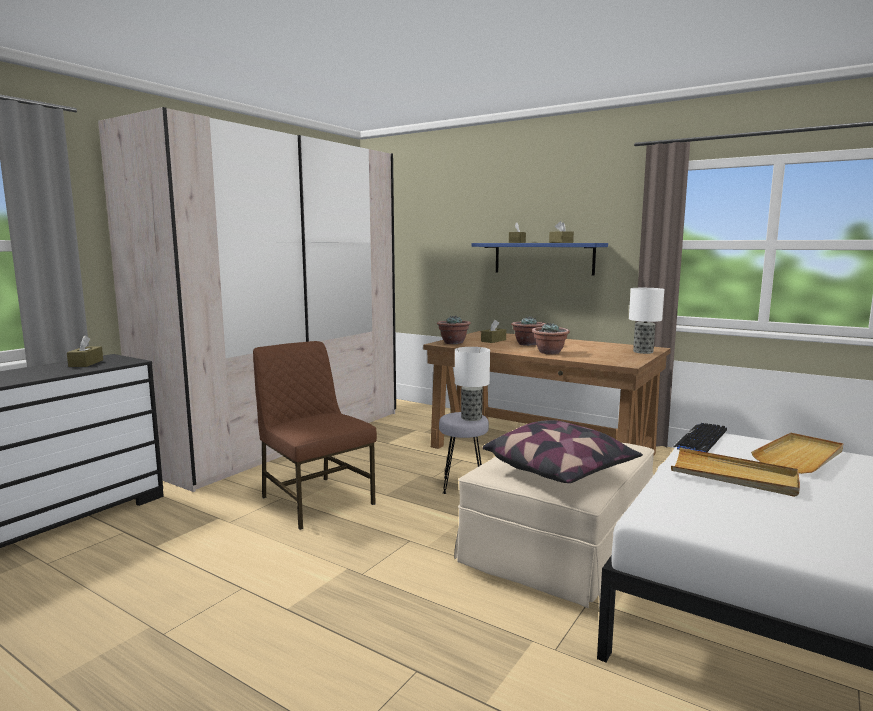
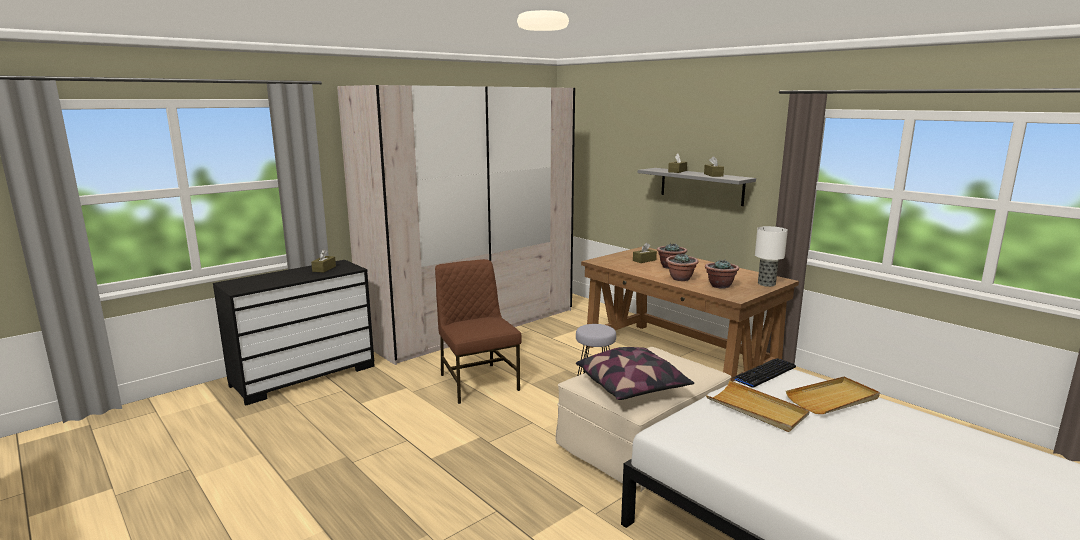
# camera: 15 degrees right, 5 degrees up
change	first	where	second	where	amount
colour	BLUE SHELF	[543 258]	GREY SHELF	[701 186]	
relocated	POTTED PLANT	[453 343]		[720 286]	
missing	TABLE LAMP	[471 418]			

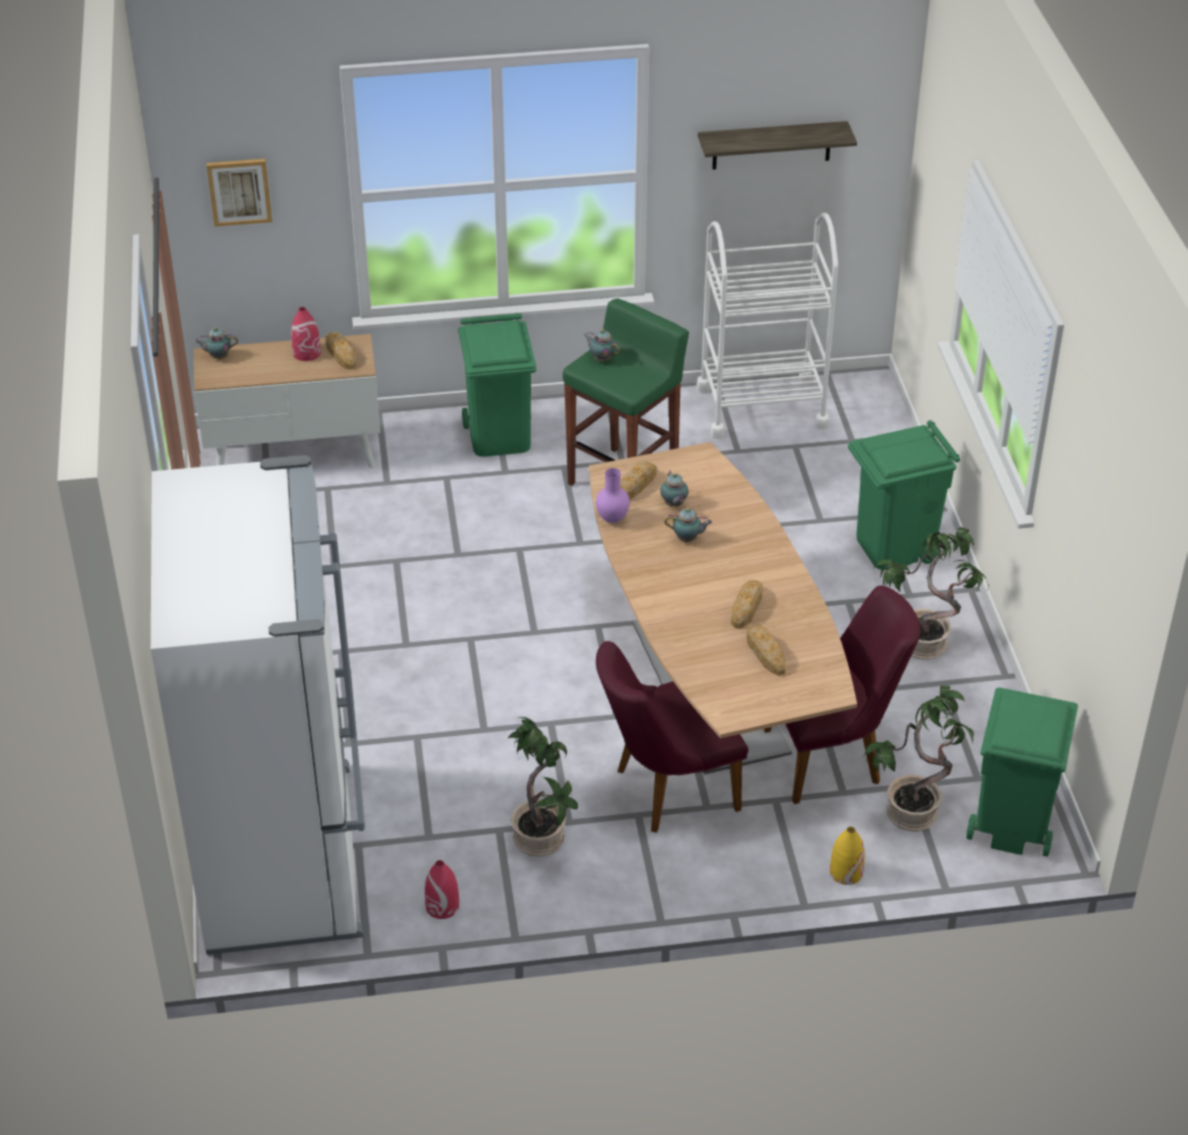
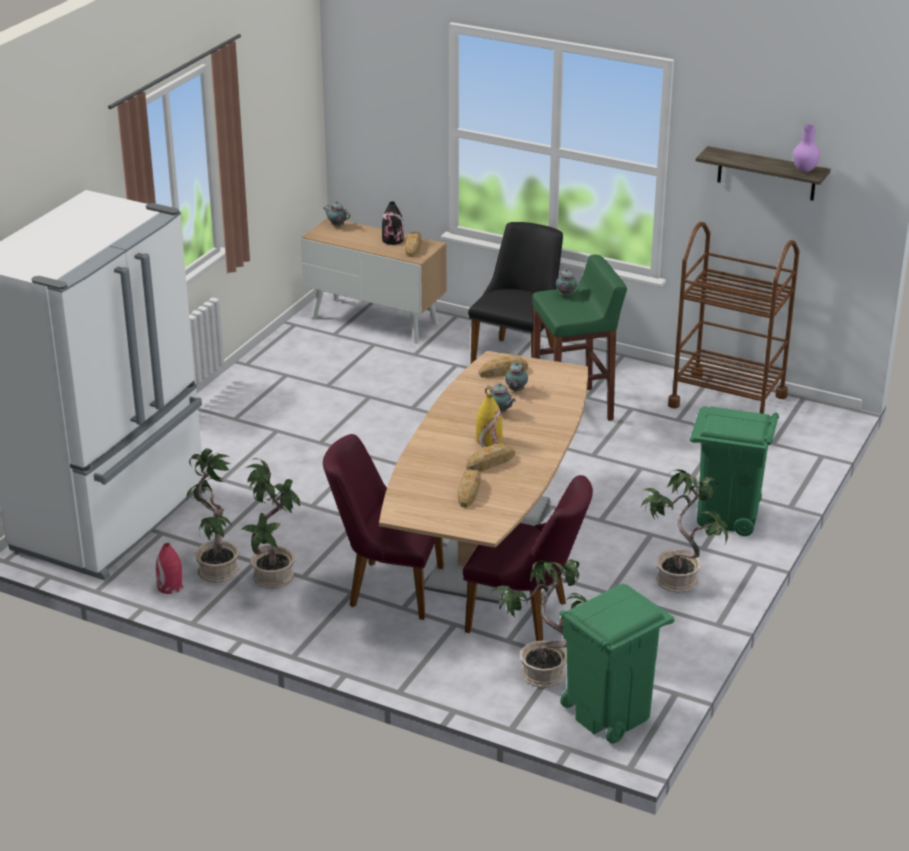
# camera: 35 degrees right, 10 degrees down
change	first	where	second	where	amount
missing	PICTURE	[239 191]			
colour	WHITE CART	[761 406]	BROWN CART	[727 401]	
colour	RED VASE	[307 353]	BLACK VASE	[393 240]	
exchanged	GREEN TRASH CAN	[500 436]	BLACK CHAIR	[519 355]	
relocated	PURPLE VASE	[613 519]		[805 171]	
relocated	YELLOW VASE	[845 872]		[488 440]	
appeared			POTTED PLANT	[216 570]	

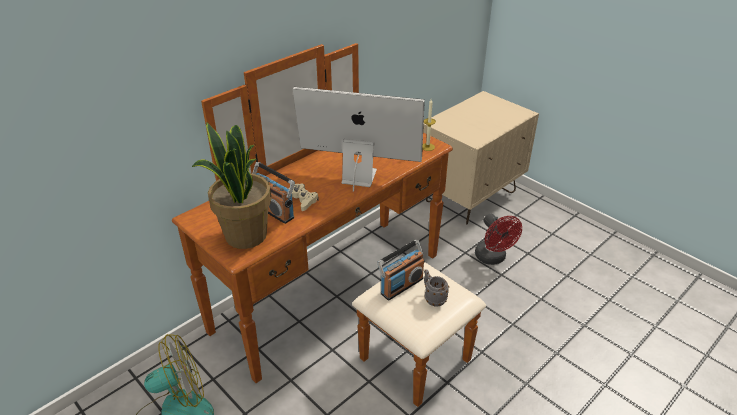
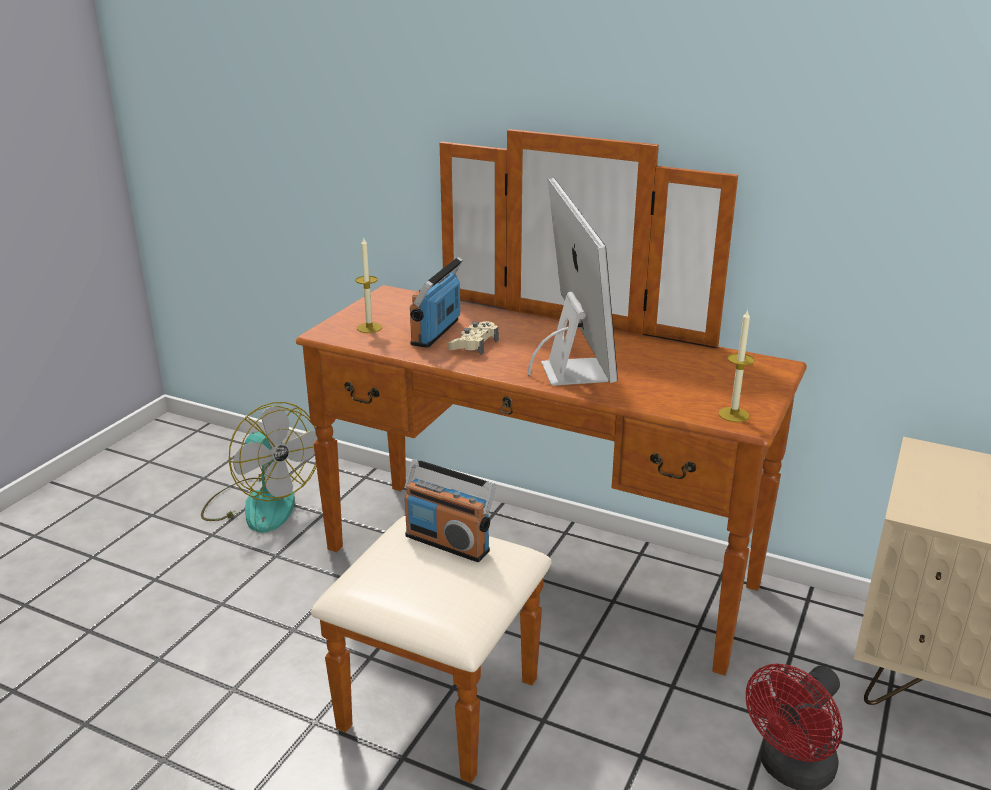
# camera: 70 degrees right, 10 degrees down
change	first	where	second	where	amount
exchanged	POTTED PLANT	[245 235]	CANDLE	[369 328]	
missing	GREY MUG	[433 298]			

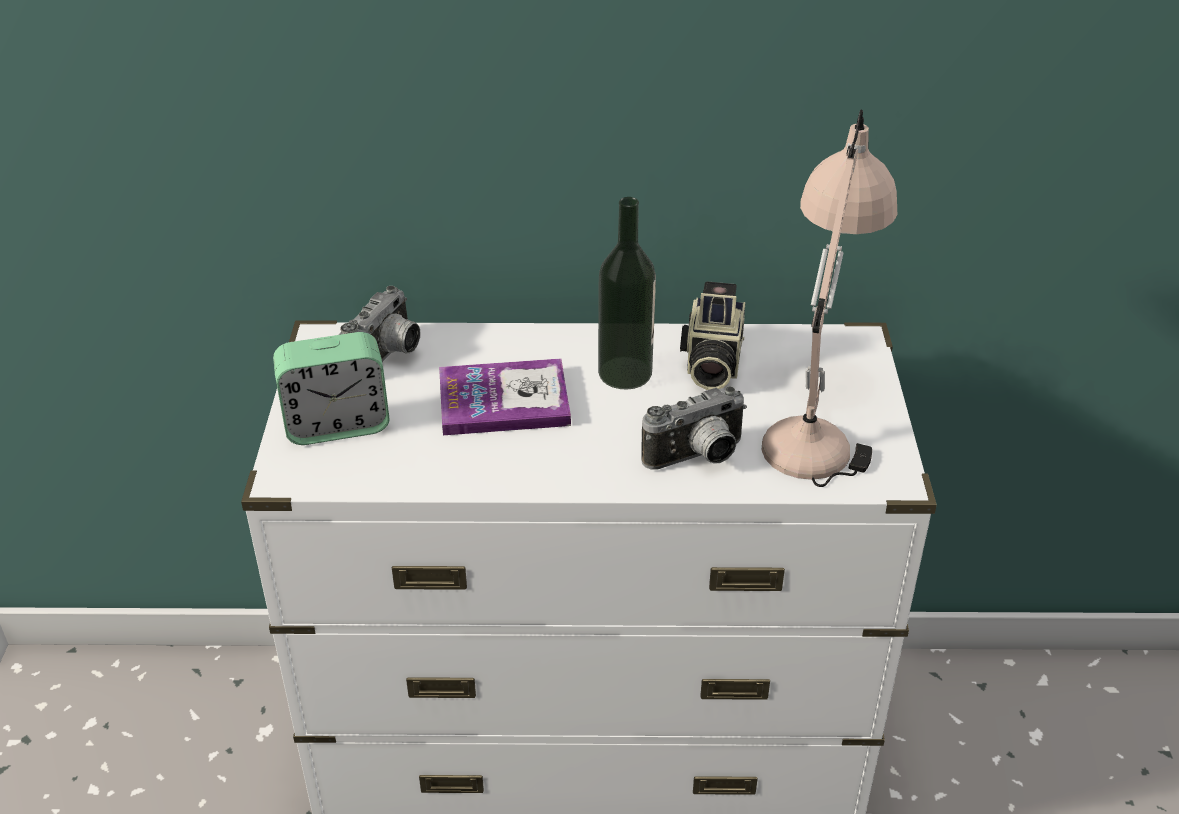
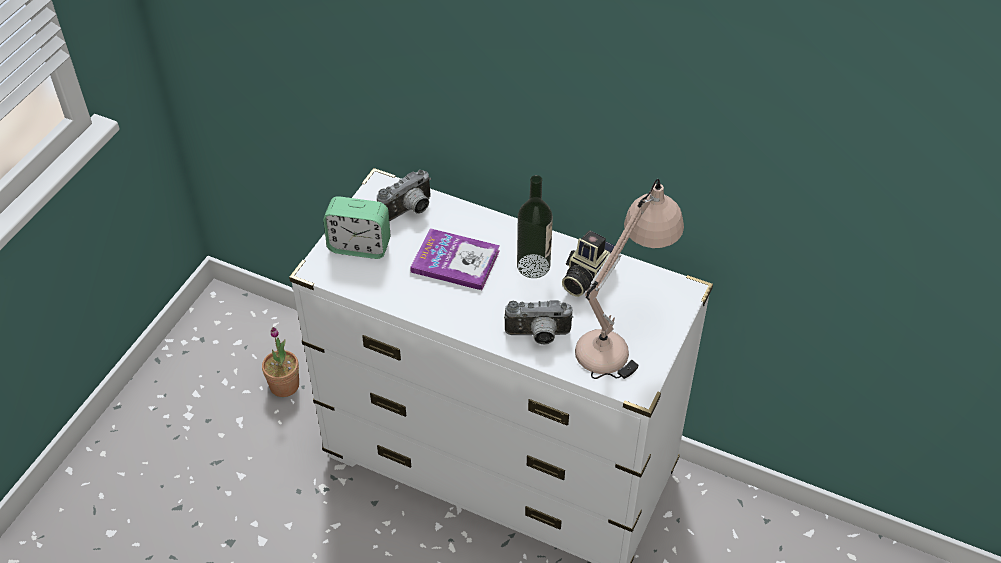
# camera: 25 degrees right, 10 degrees up
change	first	where	second	where	amount
appeared			POTTED PLANT	[284 385]	

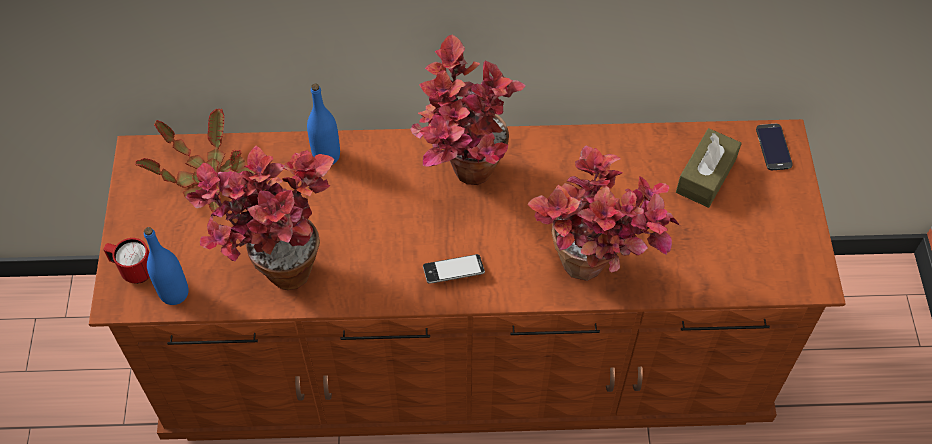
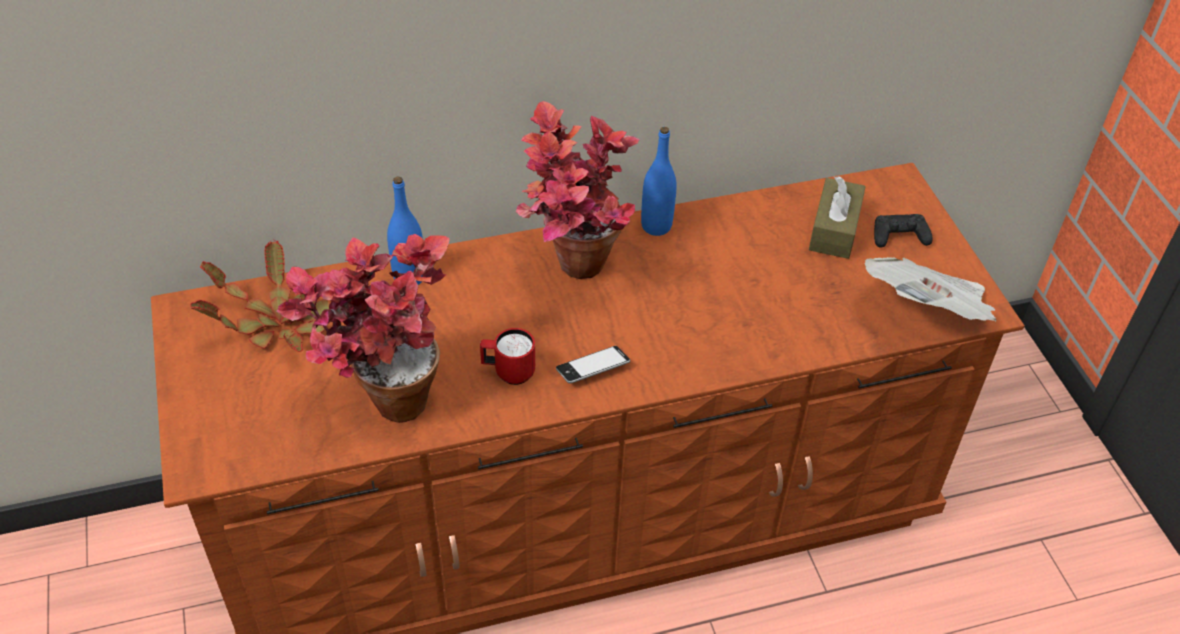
# camera: 15 degrees left, 10 degrees down
change	first	where	second	where	amount
missing	PHONE	[773 147]			
missing	POTTED PLANT	[595 274]			
relocated	BLUE BOTTLE	[174 293]		[656 226]	
relocated	RED MUG	[133 270]		[508 372]	
appeared			BLACK GAME CONTROLLER	[899 236]	
appeared			NEWSPAPER	[927 312]	

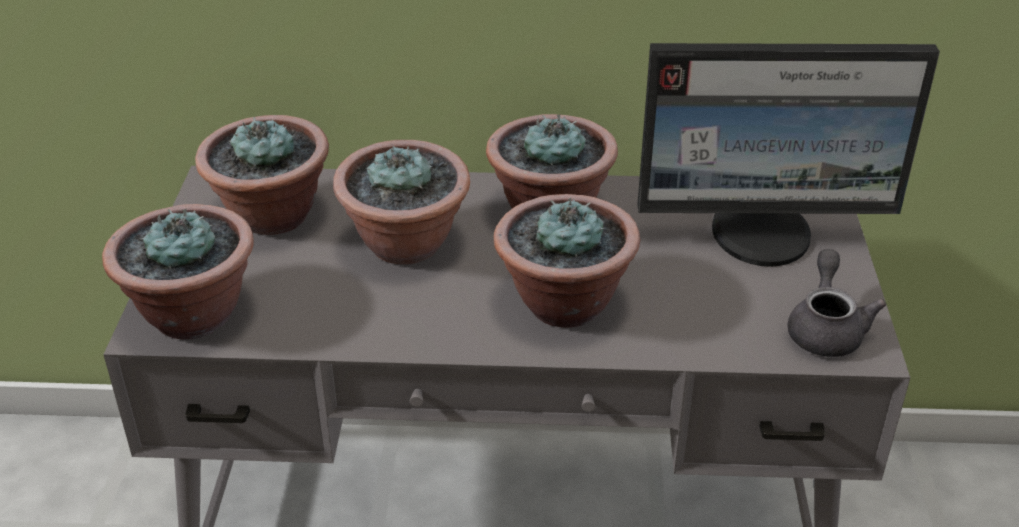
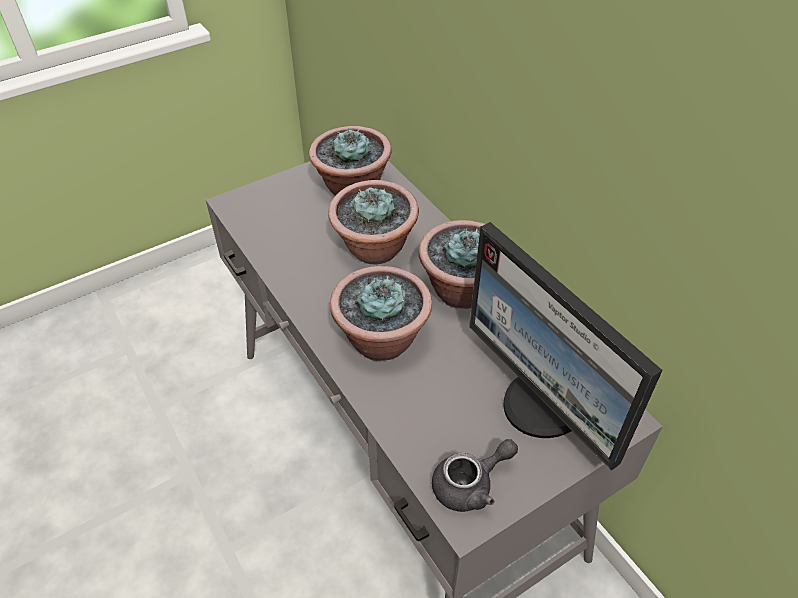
# camera: 55 degrees right, 10 degrees up
change	first	where	second	where	amount
missing	POTTED PLANT	[192 314]			

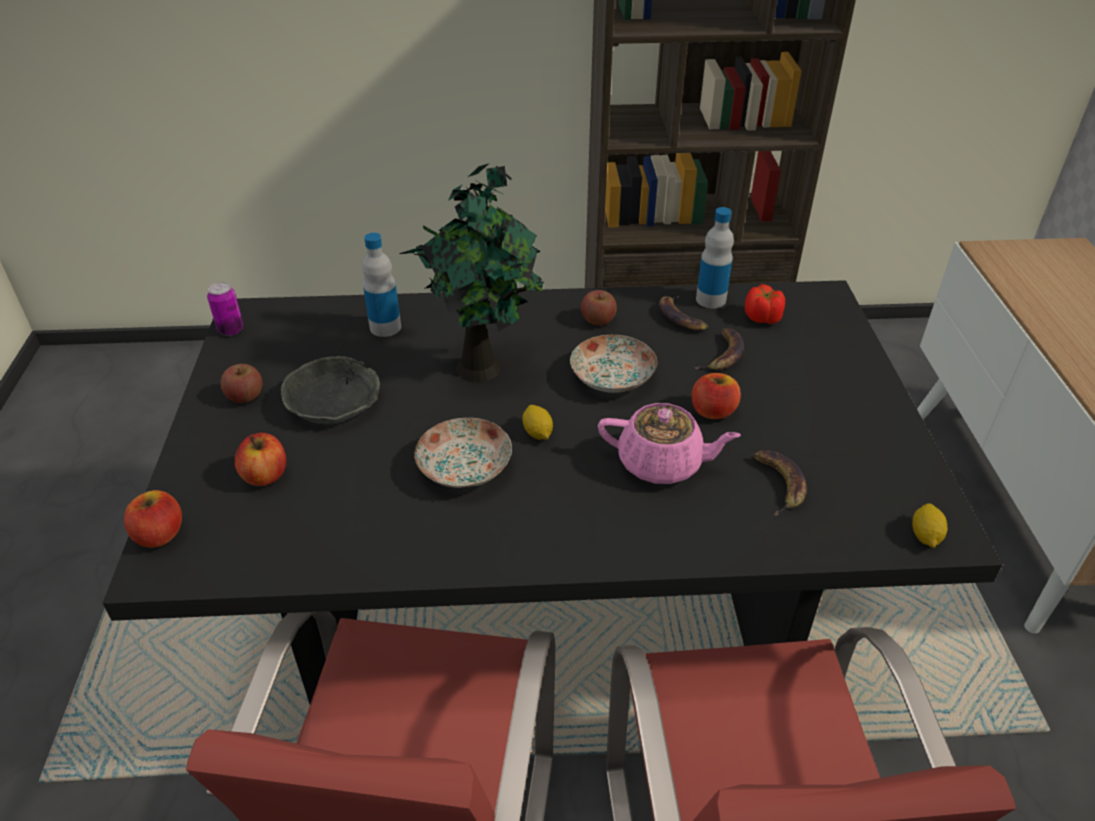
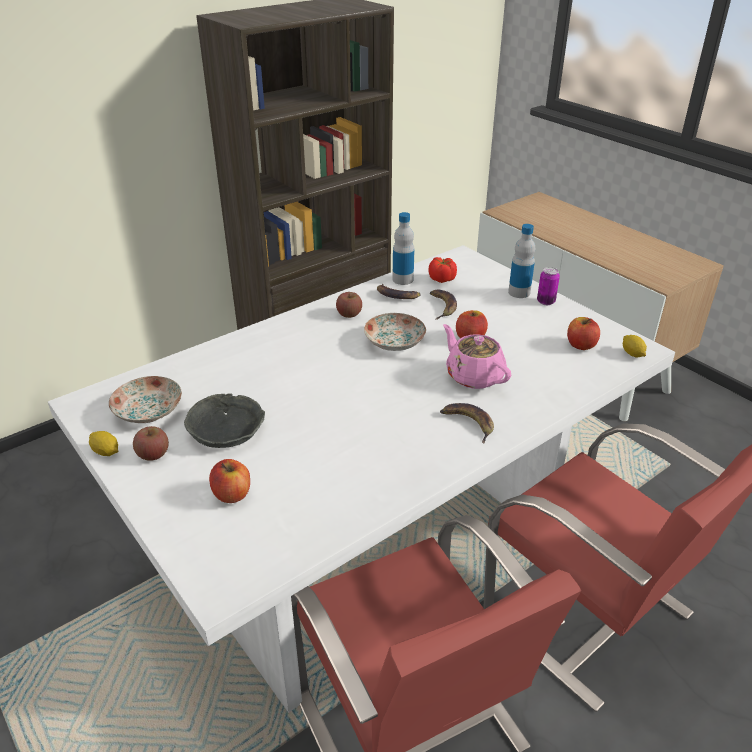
# camera: 35 degrees left, 5 degrees down
change	first	where	second	where	amount
missing	POTTED PLANT	[482 367]			
relocated	BOTTLE	[385 327]		[519 292]	
colour	BLACK DINING TABLE	[545 626]	WHITE DINING TABLE	[375 553]	
relocated	CAN	[231 330]		[545 302]	
spun	PINK TEAPOT	[662 463]		[474 375]	105 degrees counterclockwise
relocated	LEMON	[537 432]		[106 451]	
relocated	PLATE	[464 467]		[148 411]	
relocated	BANANA	[777 483]		[468 423]	
relocated	APPLE	[159 535]		[580 345]	

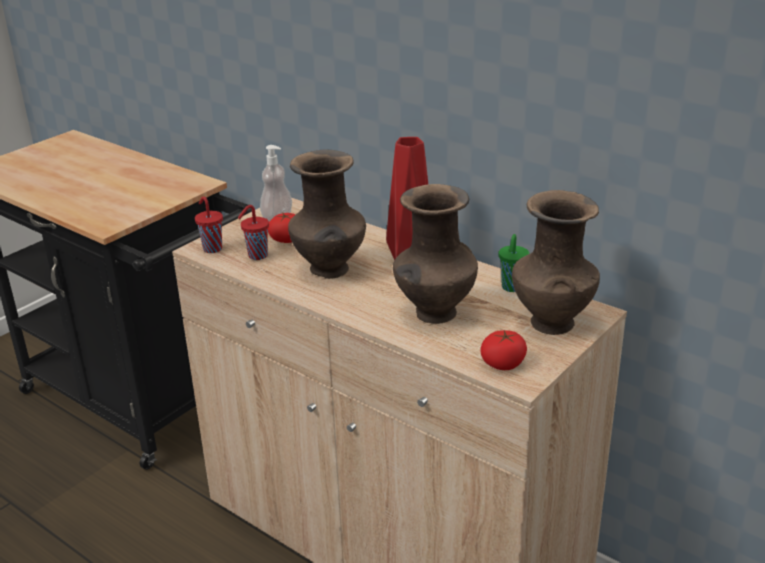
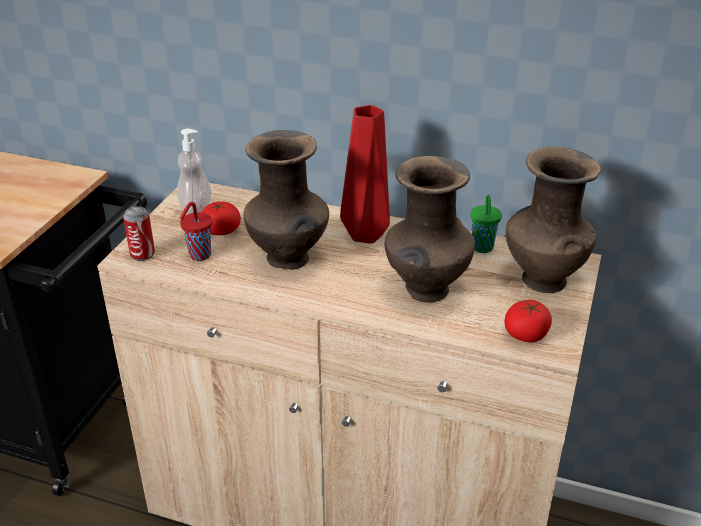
# camera: 20 degrees left, 5 degrees up
change	first	where	second	where	amount
exchanged	RED CUP	[212 248]	CAN	[142 255]	

